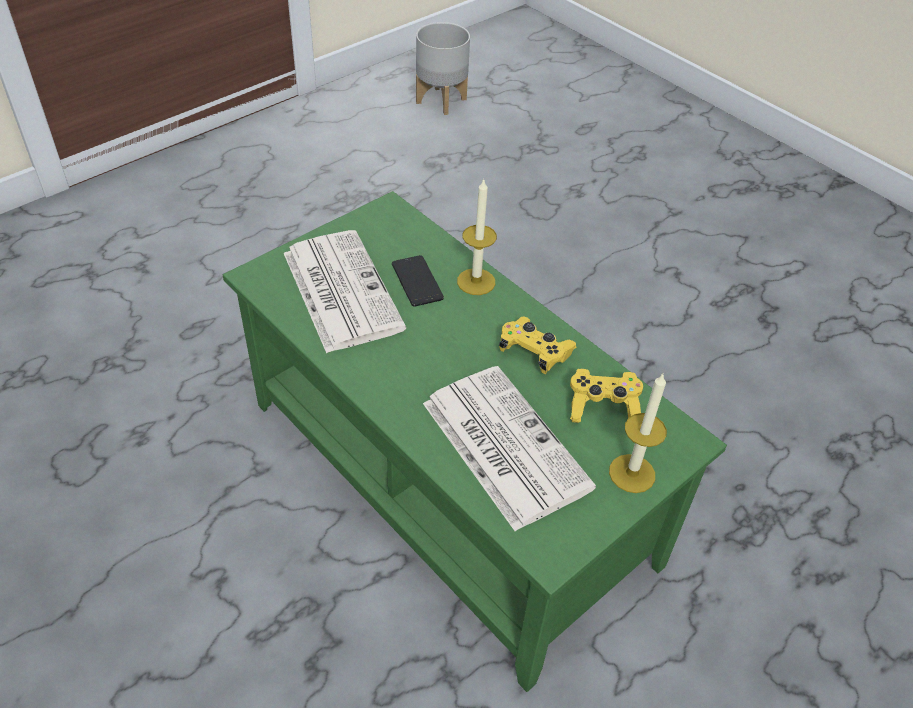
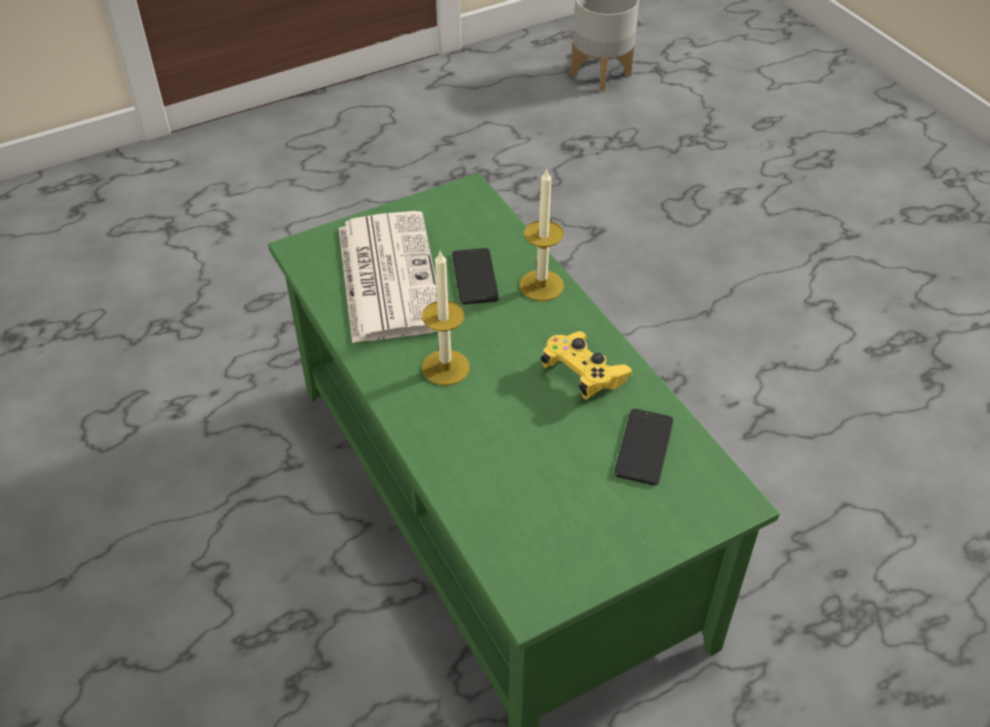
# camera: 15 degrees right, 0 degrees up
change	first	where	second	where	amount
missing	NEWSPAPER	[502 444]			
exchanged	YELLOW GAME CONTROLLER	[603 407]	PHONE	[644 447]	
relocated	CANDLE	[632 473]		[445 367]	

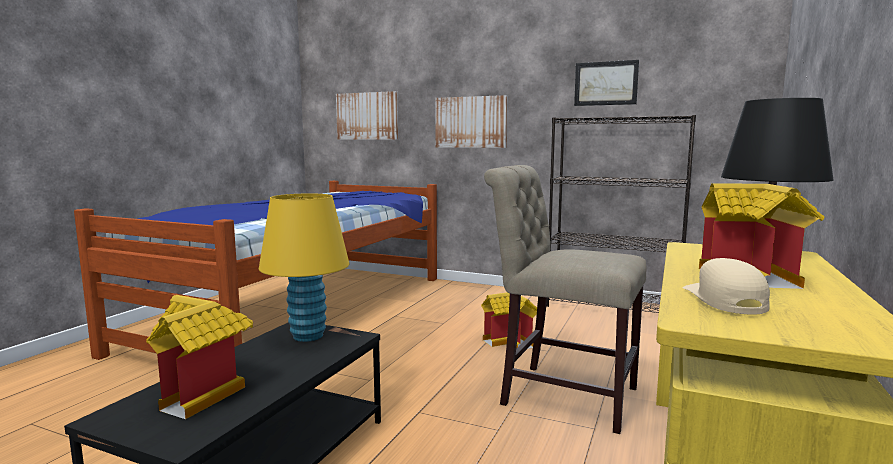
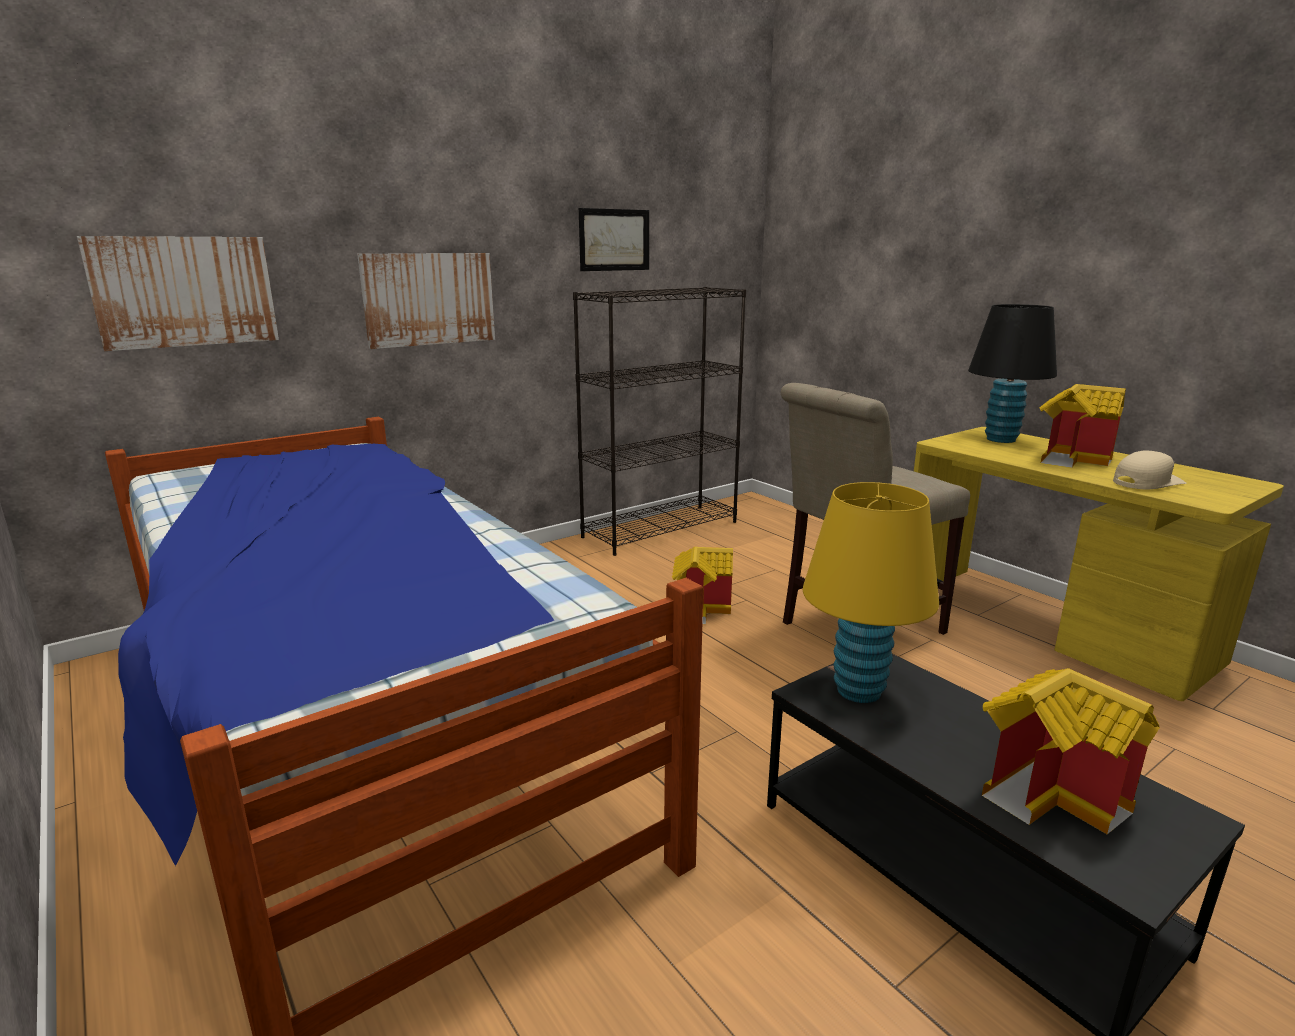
# camera: 60 degrees left, 10 degrees up
change	first	where	second	where	amount
spun	BEIGE CAP	[724 300]		[1147 482]	120 degrees clockwise

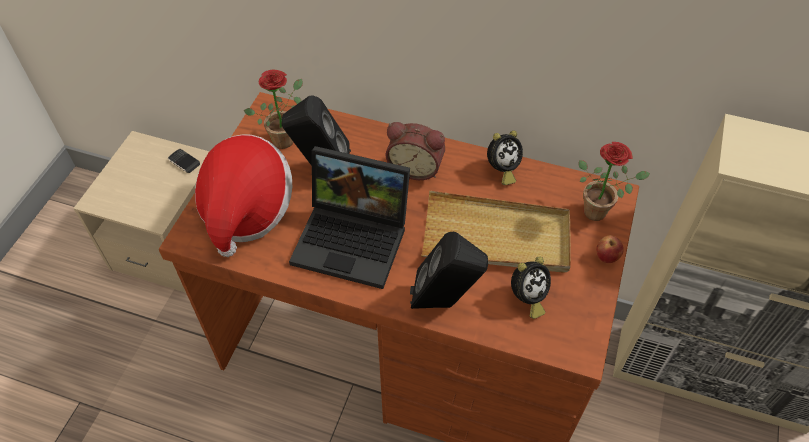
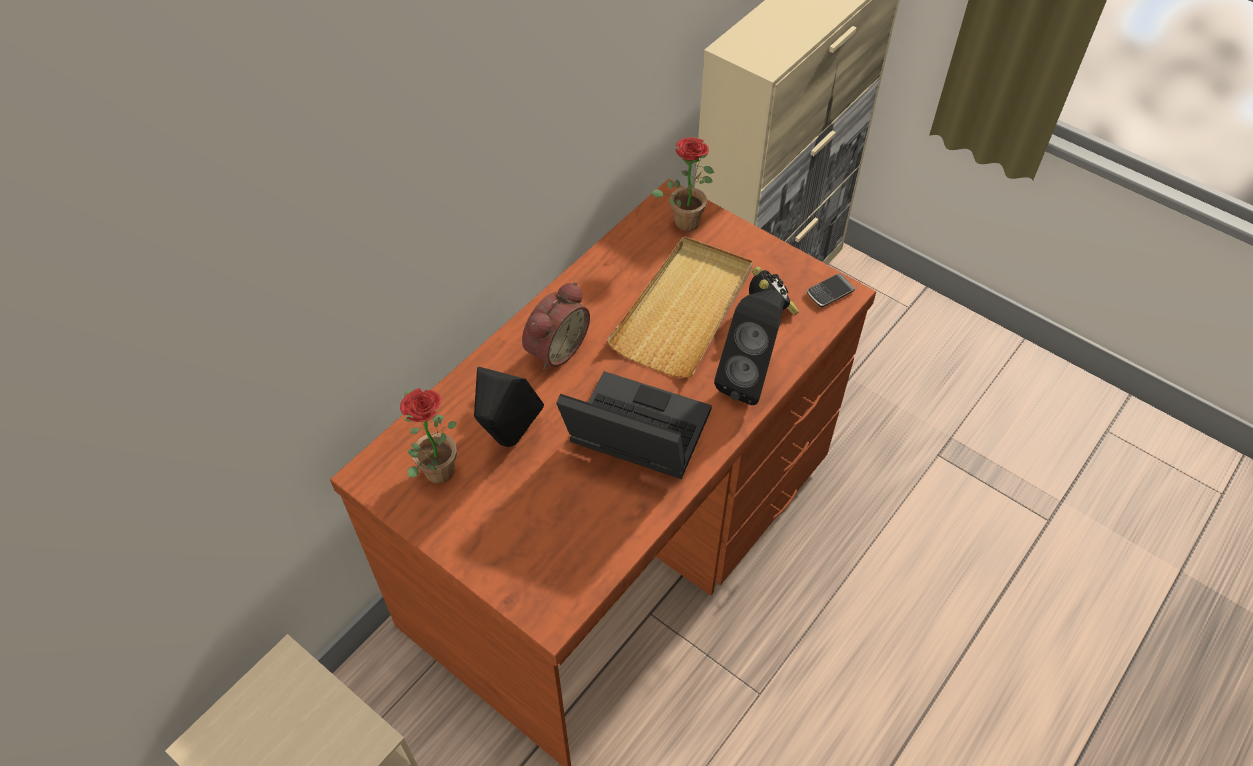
# camera: 70 degrees left, 0 degrees up
change	first	where	second	where	amount
missing	ALARM CLOCK	[502 170]			
missing	HAT	[246 210]			
spun	LAPTOP	[355 239]		[632 436]	105 degrees counterclockwise
relocated	PHONE	[184 162]		[830 292]	
missing	APPLE	[606 257]			

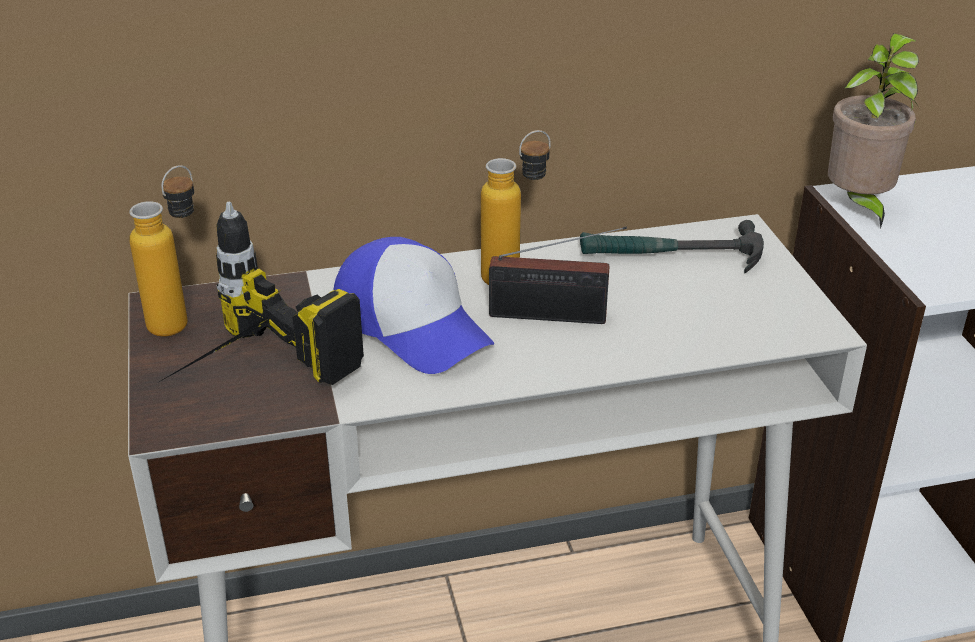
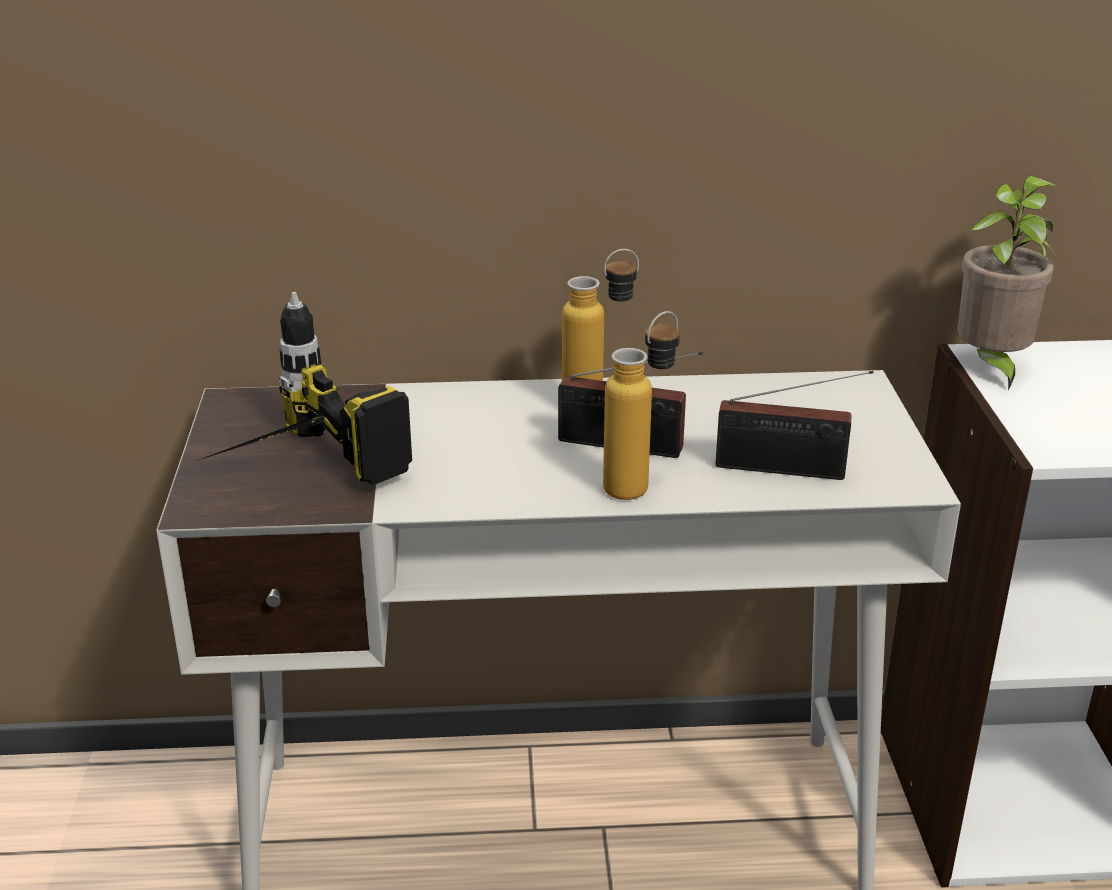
# camera: 10 degrees right, 5 degrees down
change	first	where	second	where	amount
relocated	BOTTLE	[181 319]		[639 483]	
missing	HAMMER	[671 255]			
missing	CAP	[413 324]			
appeared			RADIO	[787 470]	

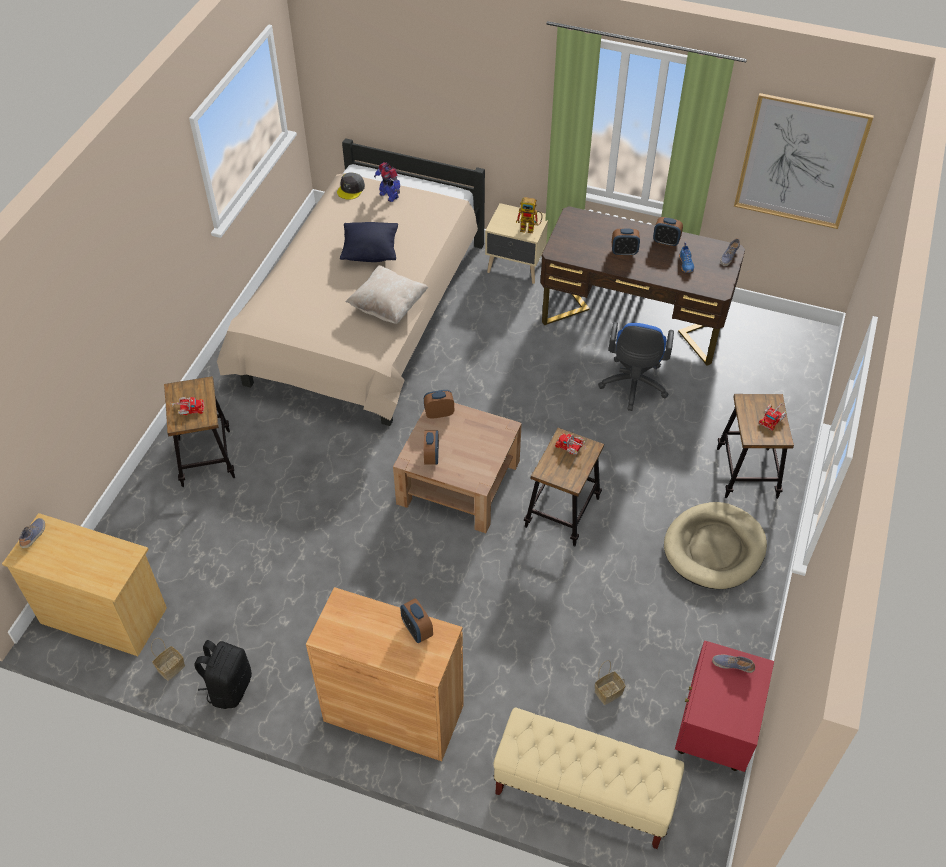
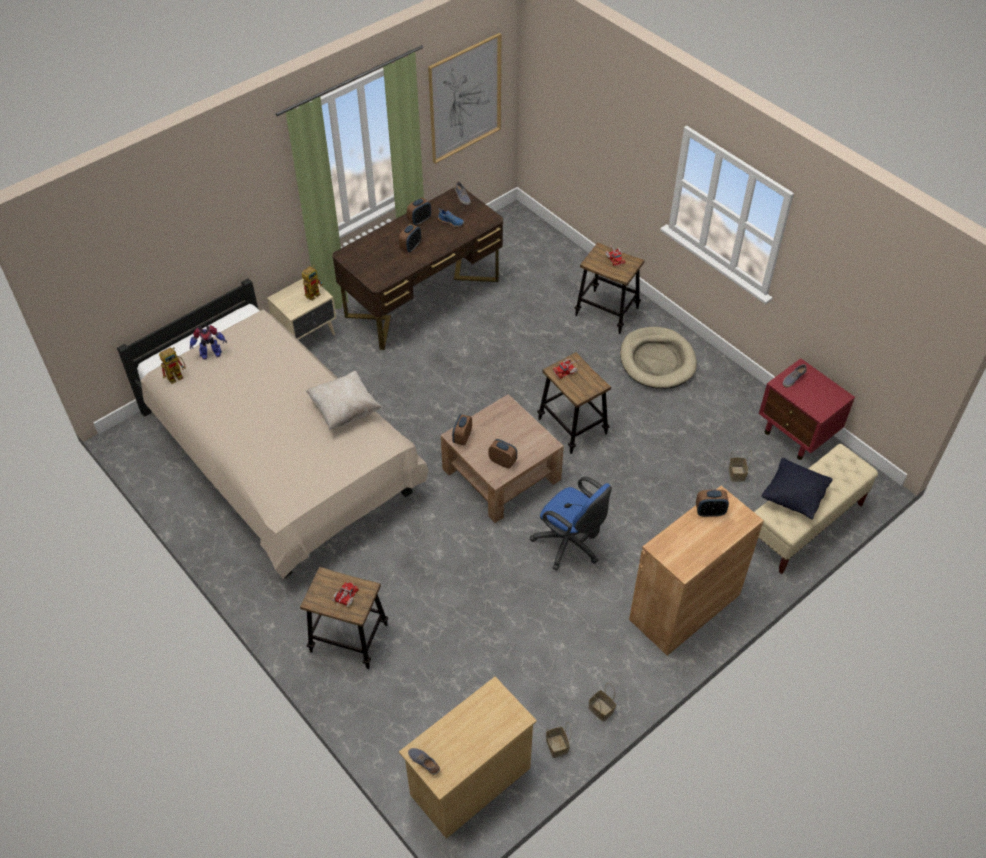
# camera: 60 degrees left, 0 degrees up
change	first	where	second	where	amount
exchanged	GREY CAP	[351 189]	TOY ROBOT	[177 375]	
relocated	BLACK PILLOW	[370 253]		[793 497]	
relocated	BLUE OFFICE CHAIR	[633 387]		[570 545]	
exchanged	BLACK BACKPACK	[229 687]	BASKET	[600 709]	

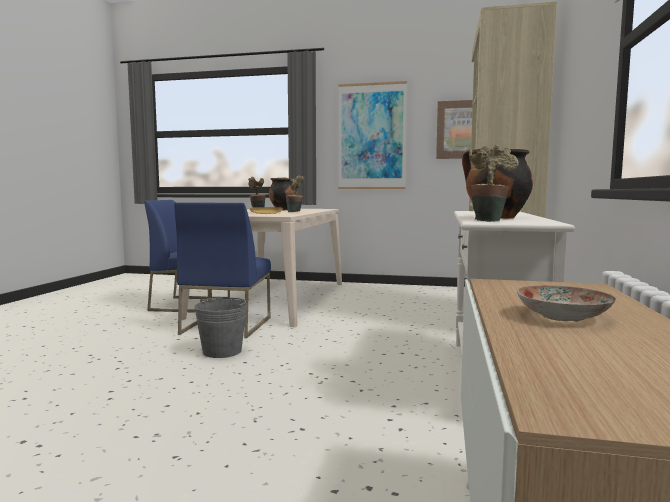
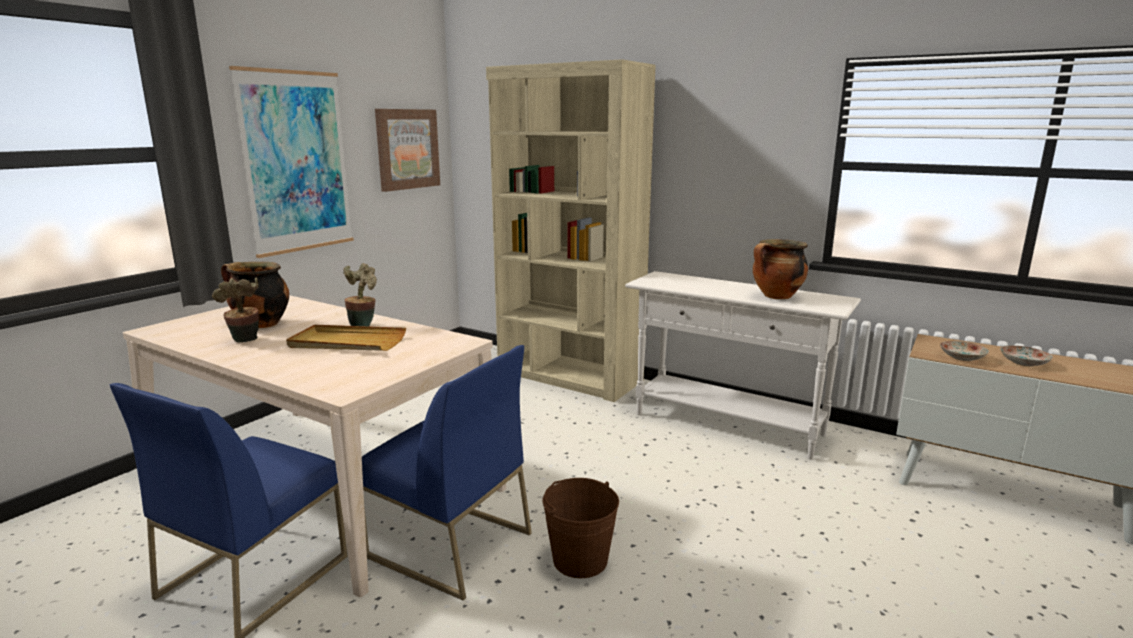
# camera: 70 degrees left, 10 degrees up
change	first	where	second	where	amount
missing	POTTED PLANT	[488 220]			
colour	GREY BUCKET	[222 351]	BROWN BUCKET	[580 560]	
appeared			PLATE	[961 357]	

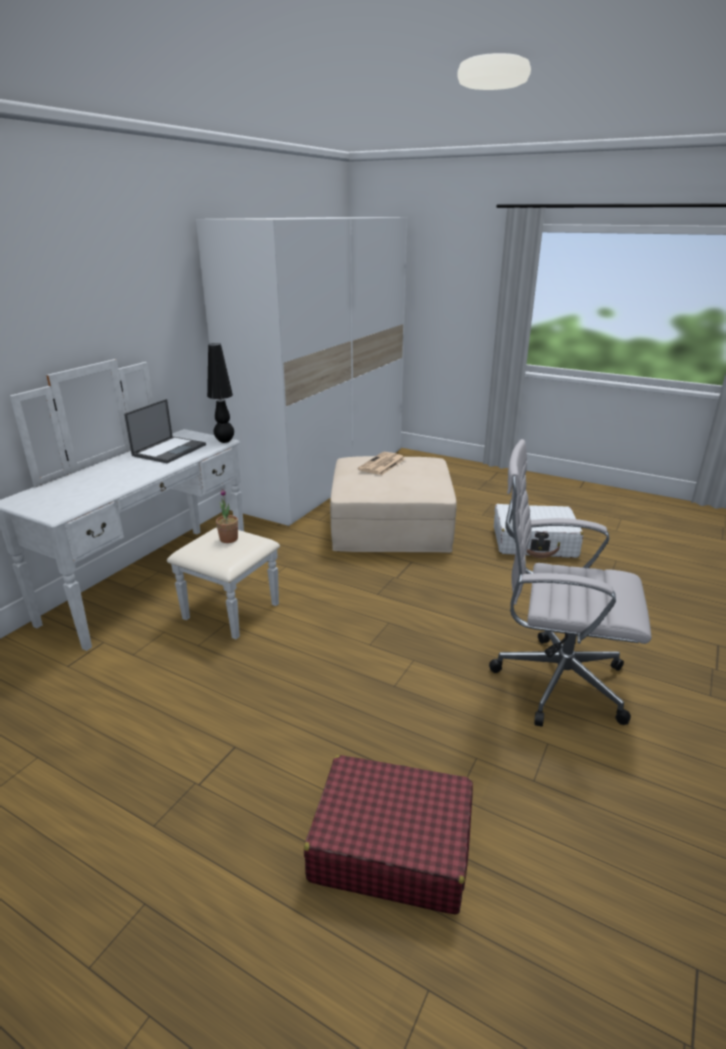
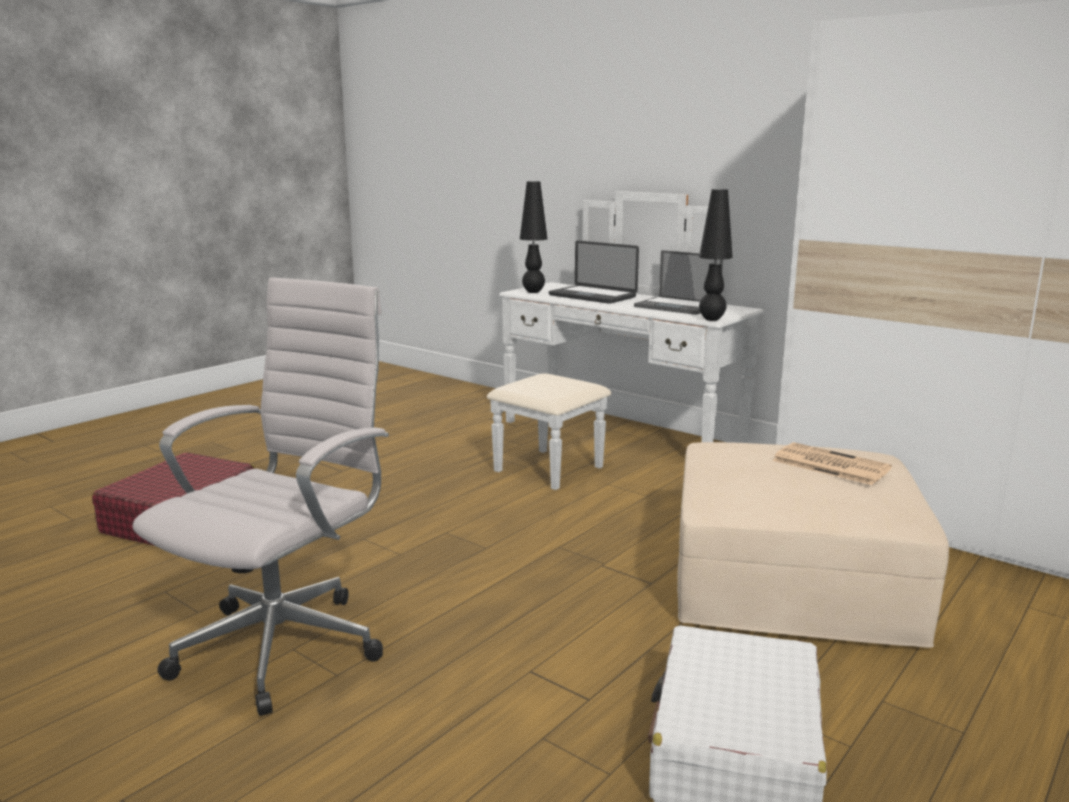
# camera: 100 degrees right, 10 degrees down
change	first	where	second	where	amount
missing	POTTED PLANT	[229 539]			
appeared			BLACK TABLE LAMP	[533 292]	
appeared			LAPTOP	[592 296]	

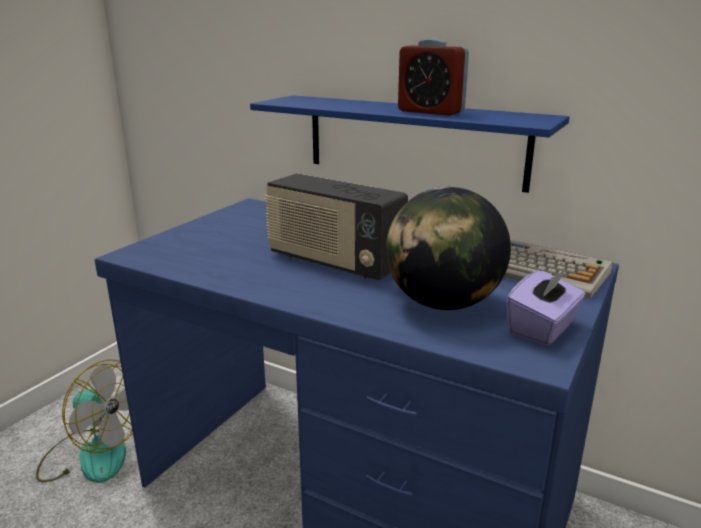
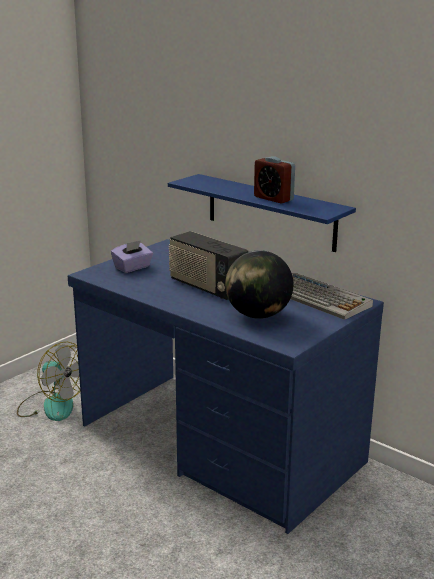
# camera: 10 degrees right, 0 degrees up
change	first	where	second	where	amount
relocated	PURPLE TISSUE BOX	[543 328]		[132 267]	

